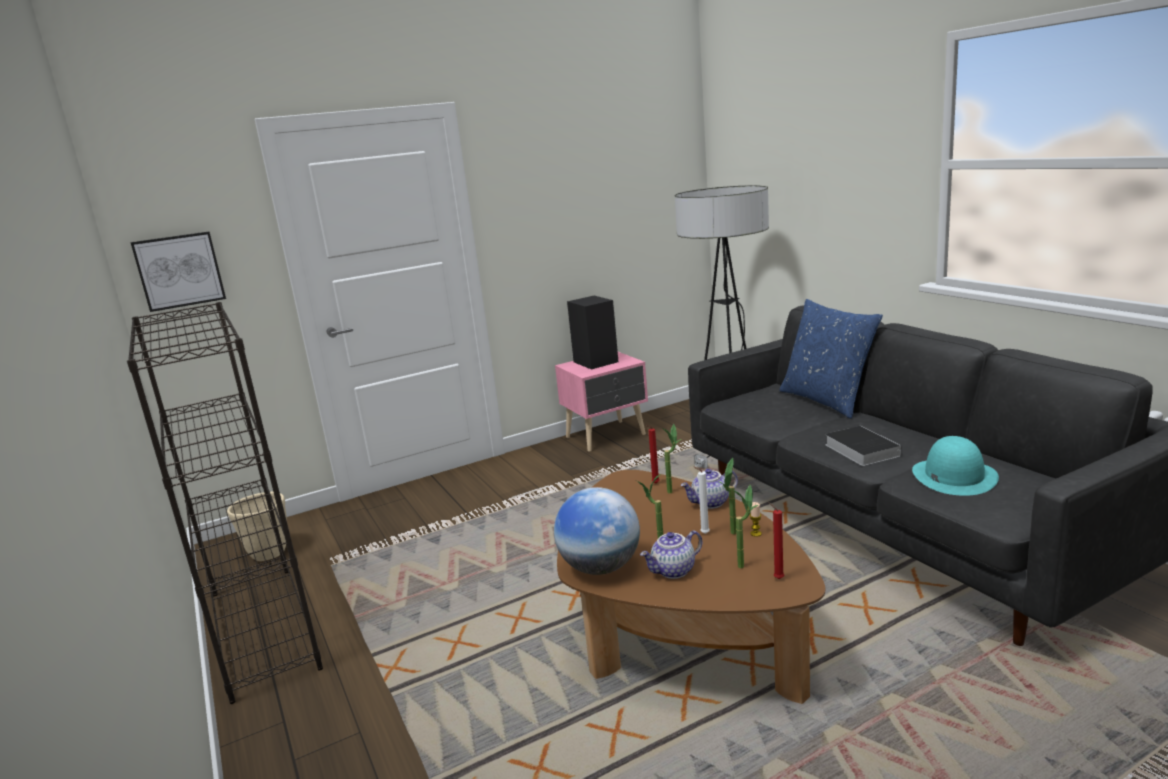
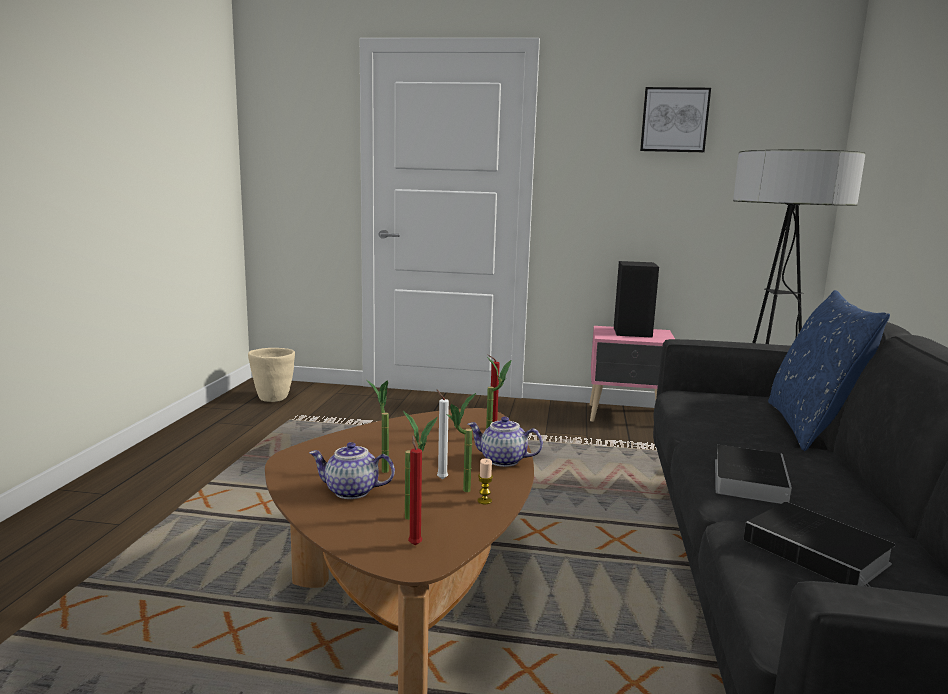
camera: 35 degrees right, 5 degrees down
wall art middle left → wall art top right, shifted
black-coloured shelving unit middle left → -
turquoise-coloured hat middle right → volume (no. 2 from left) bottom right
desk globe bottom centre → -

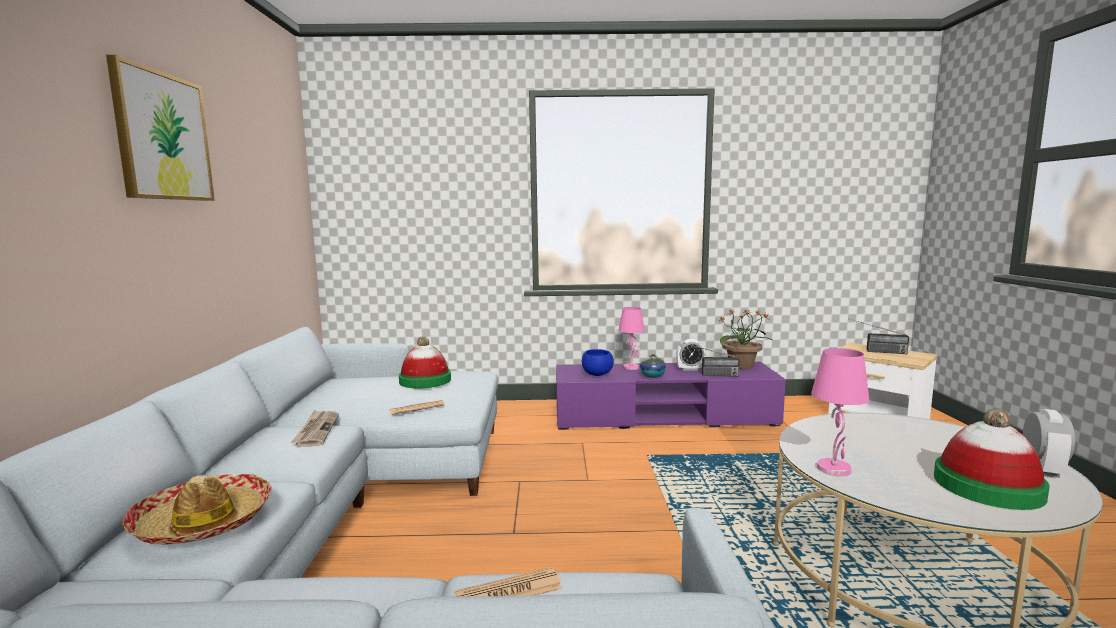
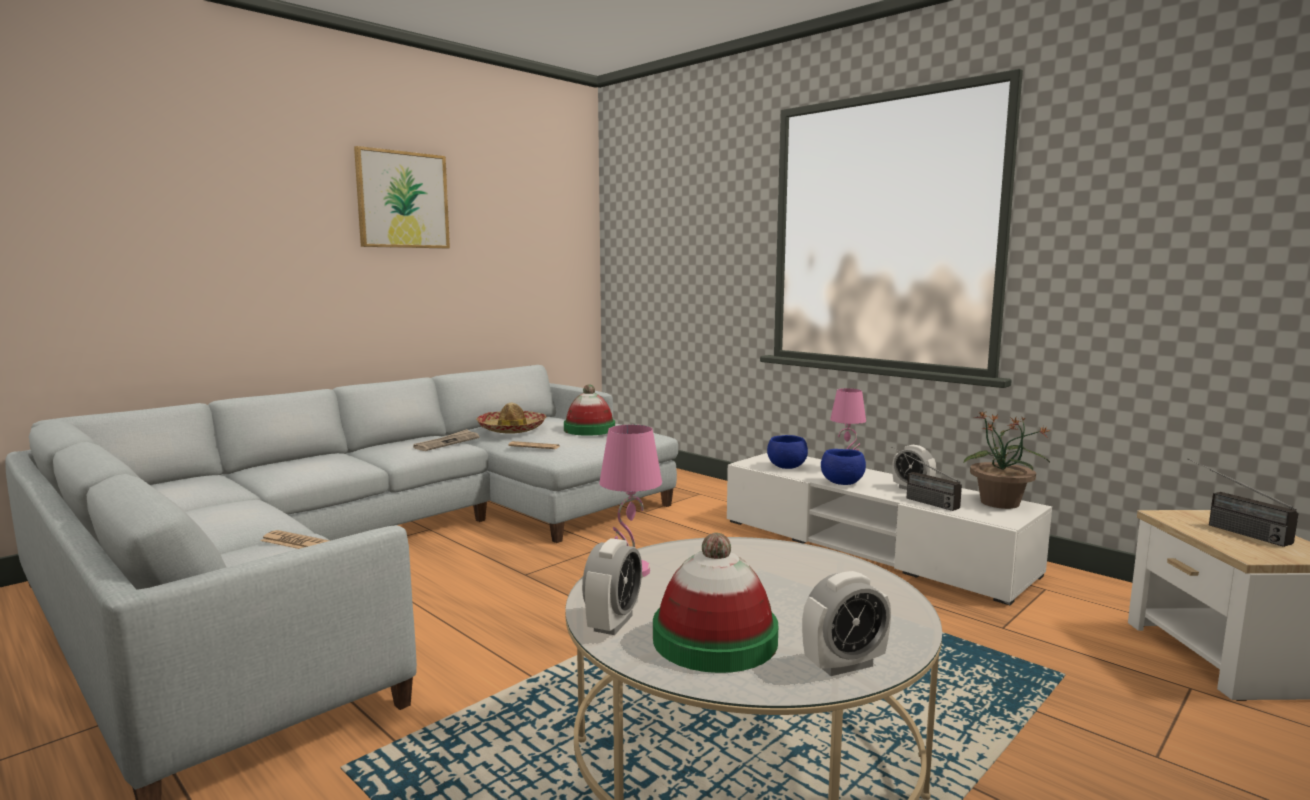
camera: 45 degrees right, 0 degrees up
flower vase centre → blue bowl (no. 2 from left) centre
purple-coloured tv unit centre → white-coloured tv unit middle right
hat (no. 1 from left) bottom left → hat (no. 1 from left) centre, shifted
- → bedside clock (no. 1 from left) bottom centre

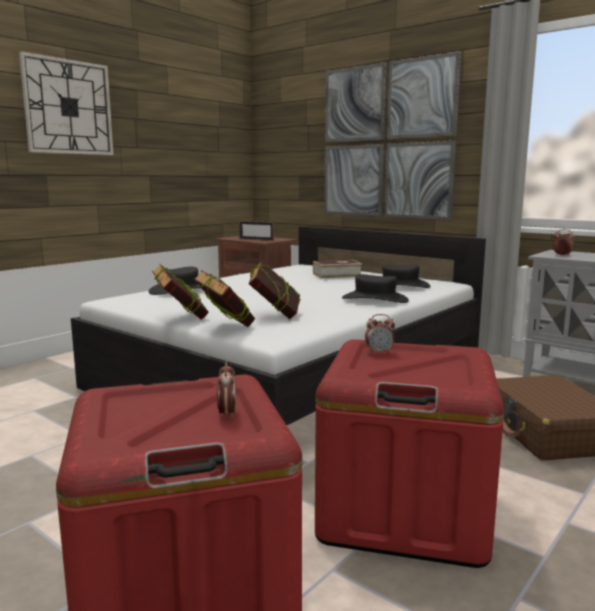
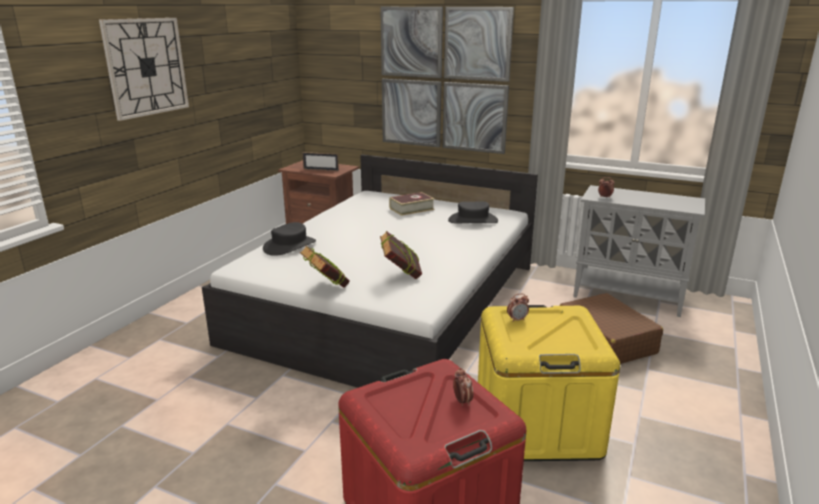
camera: 15 degrees left, 10 degrees up
volume (no. 2 from left) centre → -
black-coloured hat (no. 2 from left) centre → -
red storage bin (no. 2 from left) bottom right → yellow storage bin bottom right

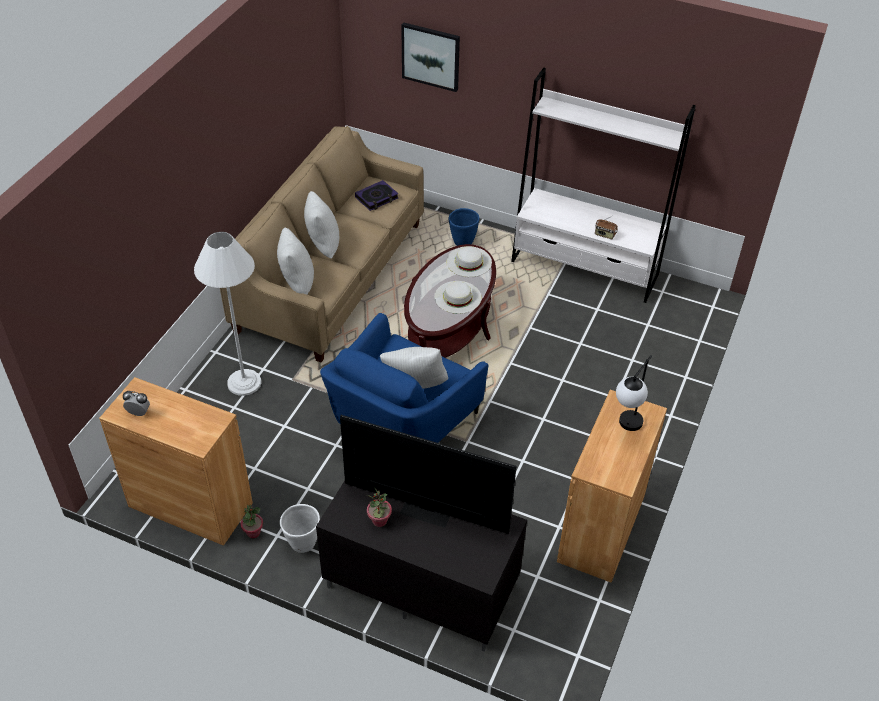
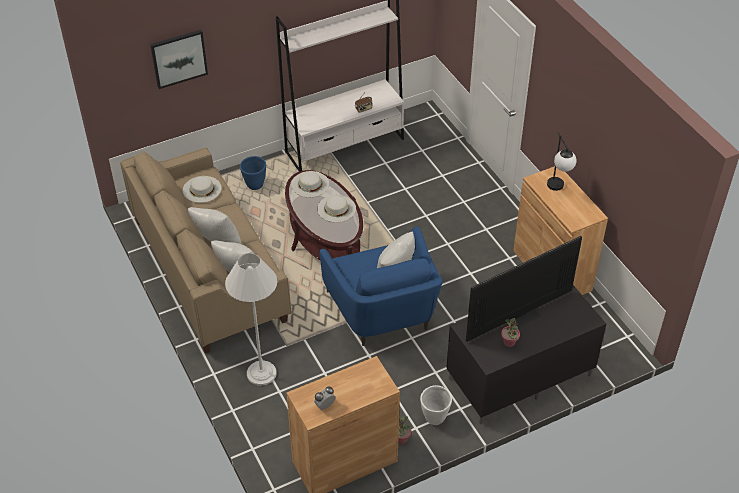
camera: 50 degrees left, 0 degrees up
volume top centre → white-coloured hat (no. 1 from left) middle left

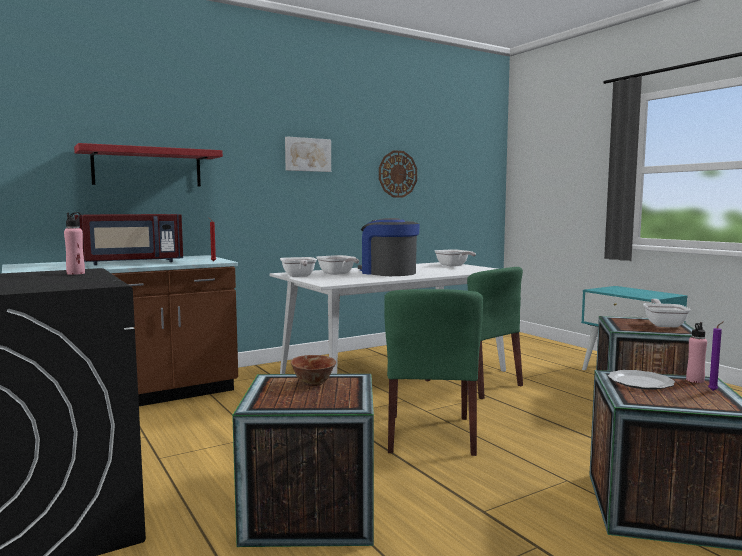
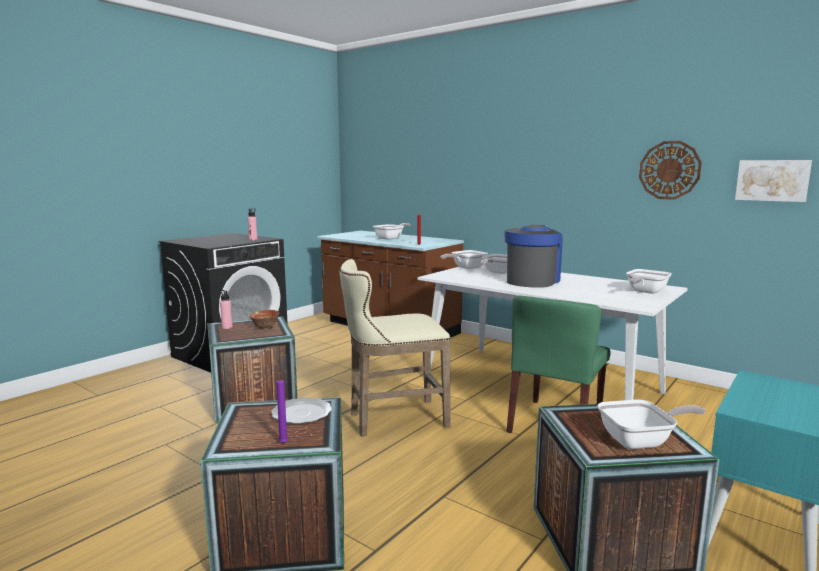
camera: 70 degrees right, 5 degrees up
wall art top centre → wall art top right, shifted
red shelf top left → -
red microwave middle left → frying pan (no. 1 from left) centre
greenish upright chair (no. 1 from left) bottom centre → sand-coloured stool centre
pink-coloured drink bottle (no. 2 from left in the first image) middle right → pink-coloured drink bottle (no. 1 from left) middle left, shifted

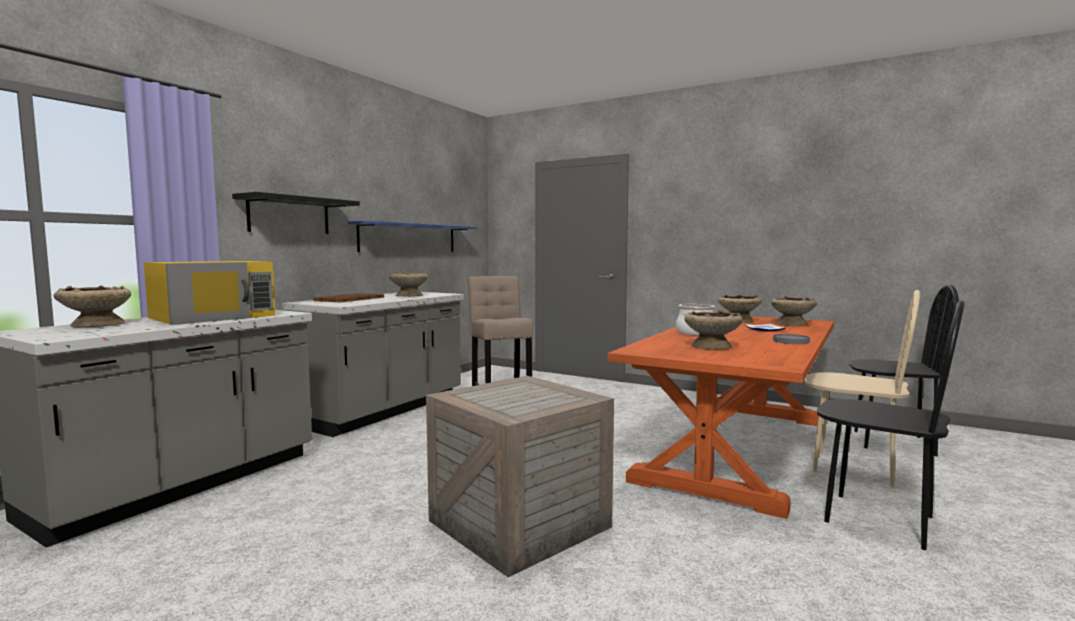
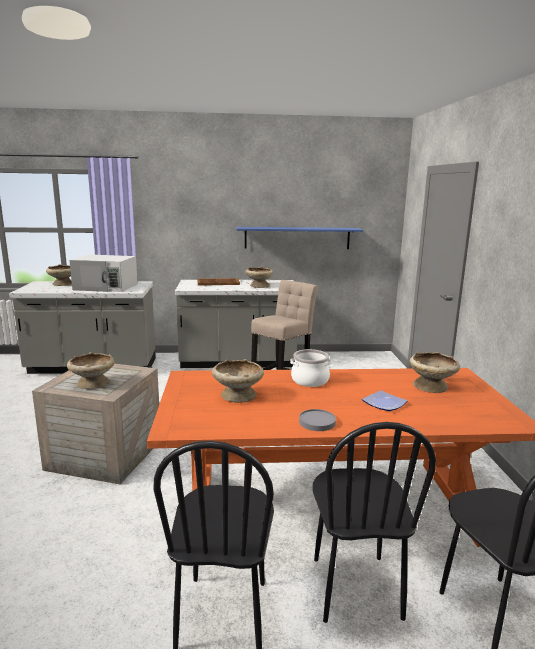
camera: 55 degrees right, 10 degrees up
black-coloured shelf middle left → -
yellow microwave middle left → white-coloured microwave middle left
sand-coloured upright chair middle right → black-coloured upright chair (no. 2 from left) bottom right
sand-coloured bowl (no. 5 from left in the first image) middle right → sand-coloured bowl (no. 2 from left) middle left, shifted

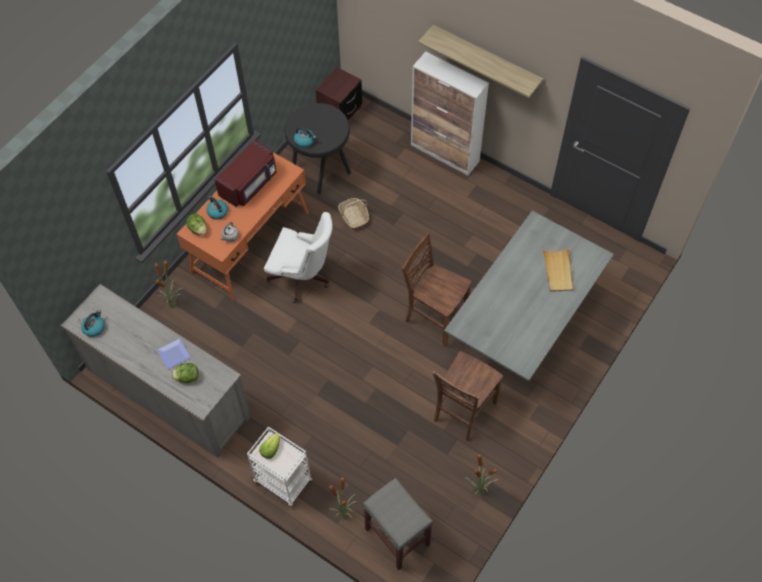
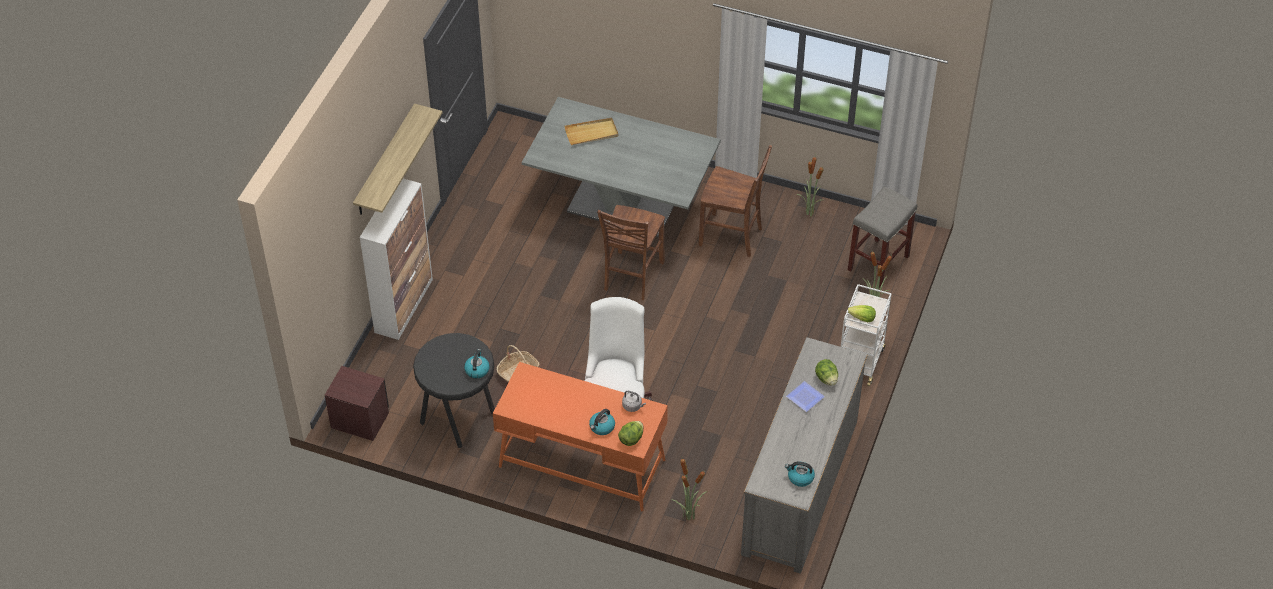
camera: 105 degrees left, 10 degrees down
red microwave top left → -

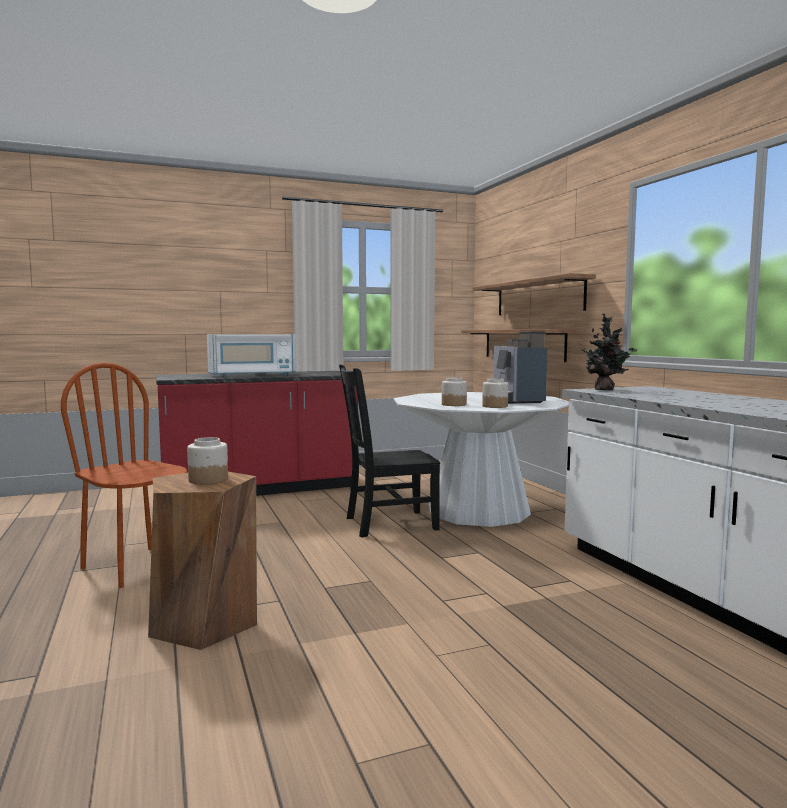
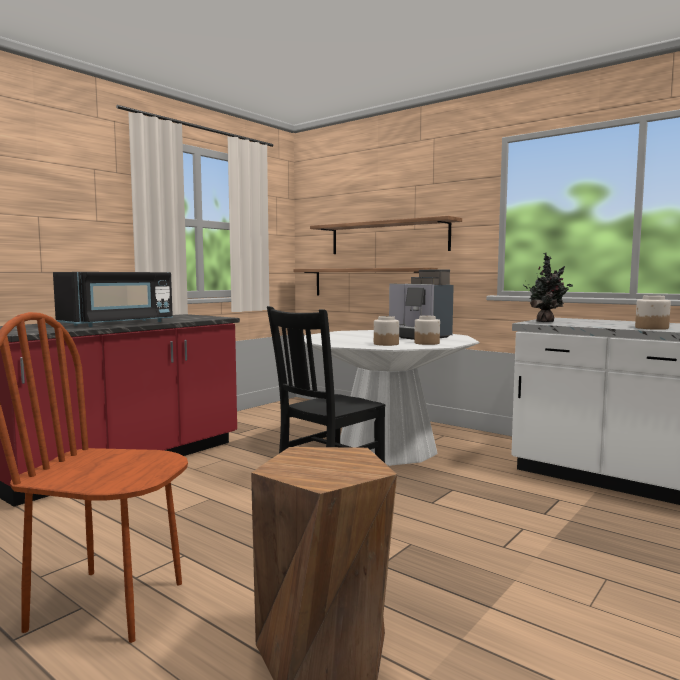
camera: 30 degrees left, 0 degrees up
white-coloured microwave middle left → black-coloured microwave middle left
storage jar (no. 1 from left in the first image) middle left → storage jar (no. 3 from left) middle right, shifted

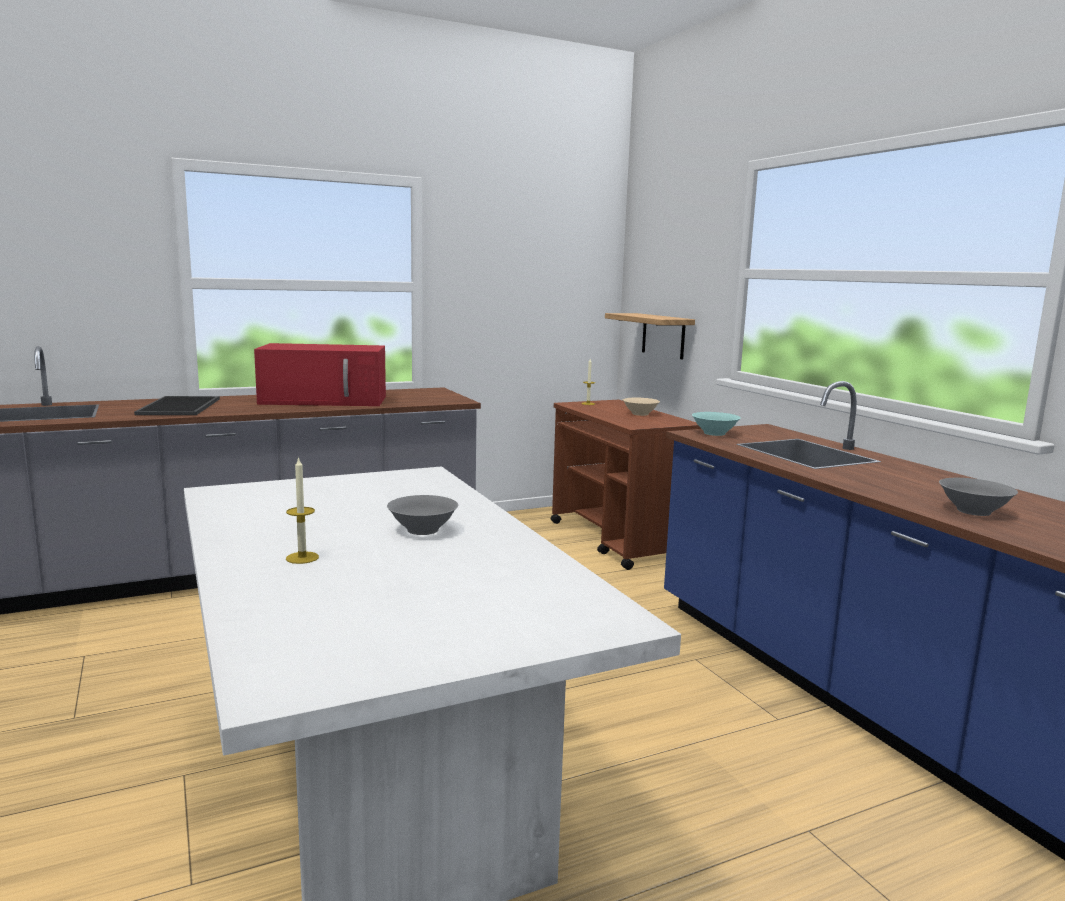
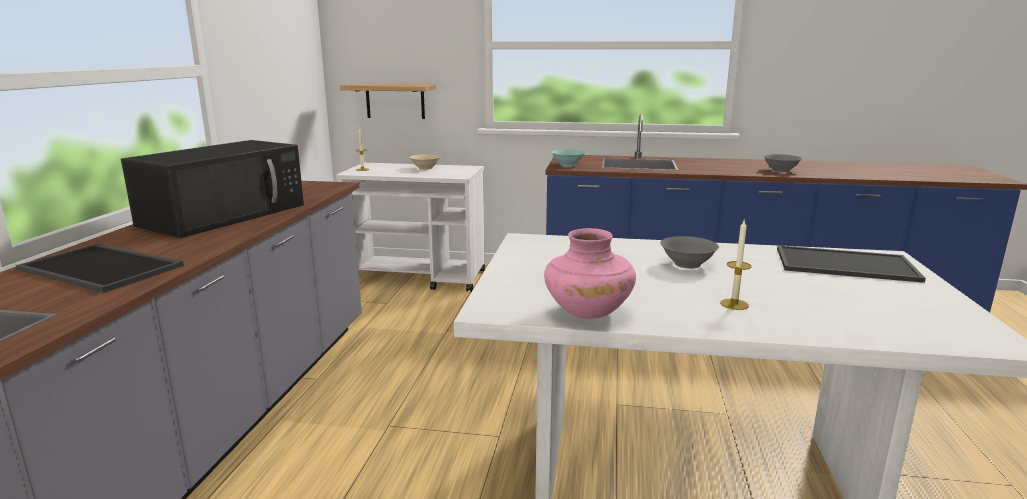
camera: 55 degrees left, 5 degrees up
red microwave middle left → black-coloured microwave middle left
brown-coloured trolley centre → white-coloured trolley centre
- → pink-coloured flower vase centre
- → serving tray (no. 2 from left) middle right

